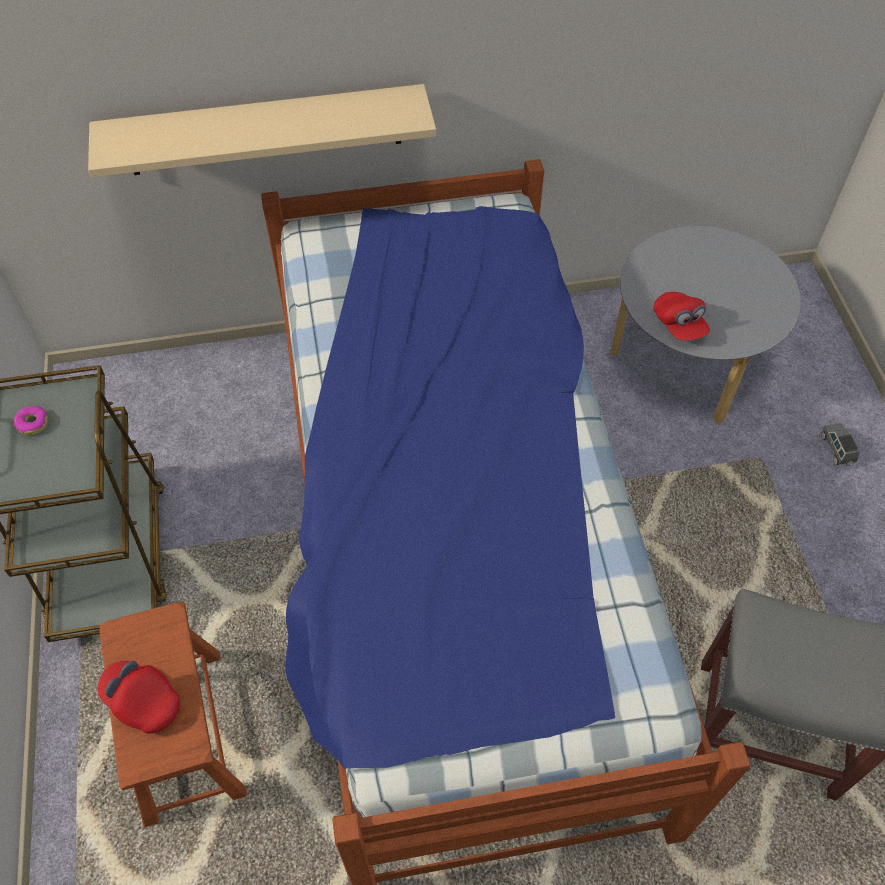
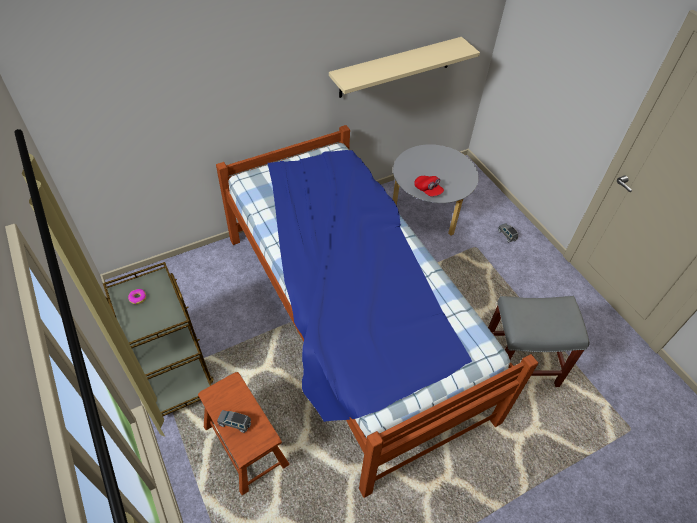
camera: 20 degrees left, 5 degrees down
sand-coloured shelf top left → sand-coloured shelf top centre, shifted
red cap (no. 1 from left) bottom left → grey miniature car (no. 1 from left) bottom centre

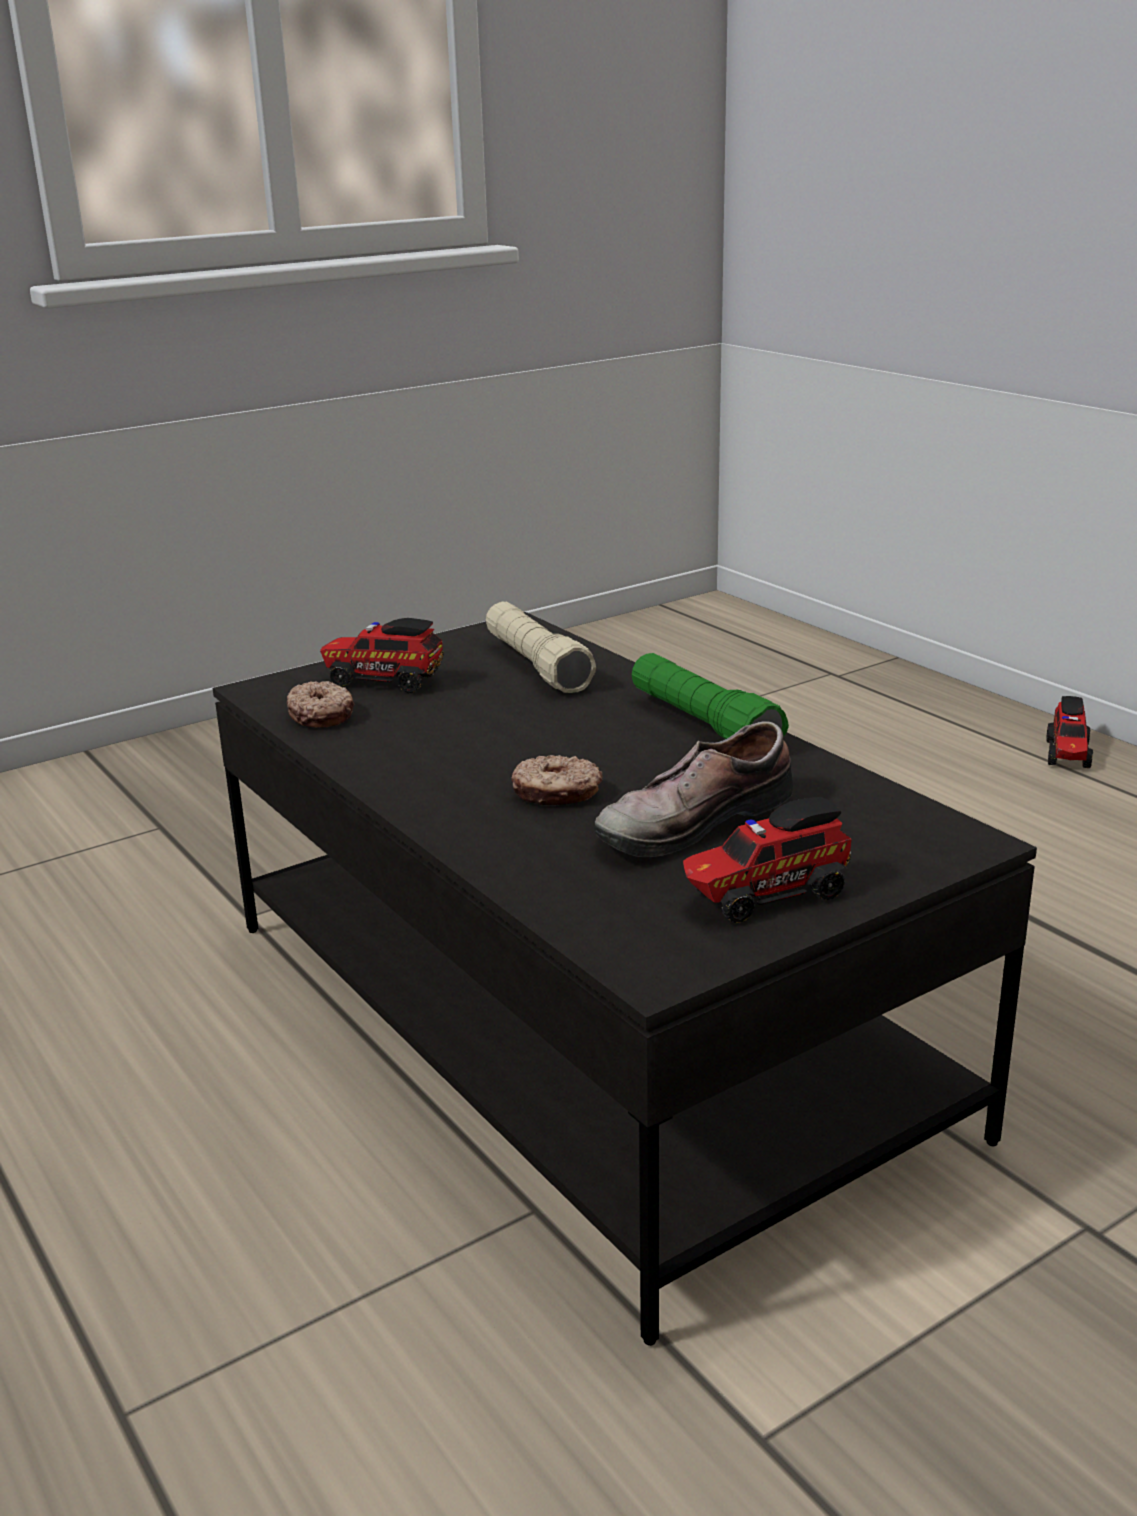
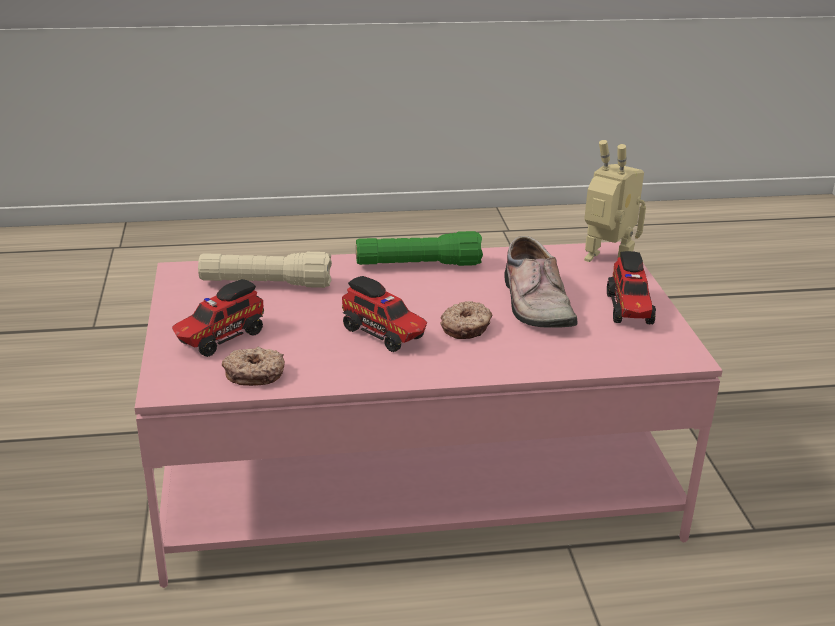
camera: 65 degrees left, 5 degrees up
black-coloured lounge table centre → pink-coloured lounge table centre
toy truck (no. 3 from left in the first image) middle right → toy truck (no. 2 from left) centre, shifted
- → robot figure top right

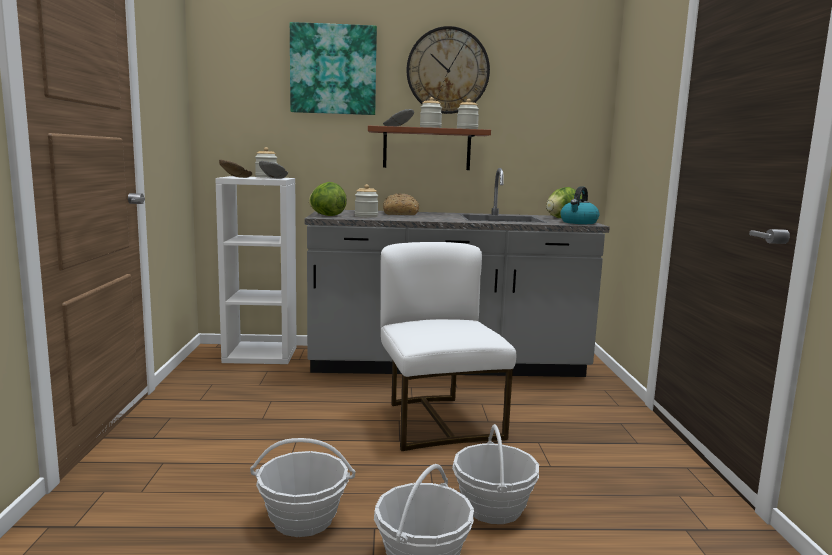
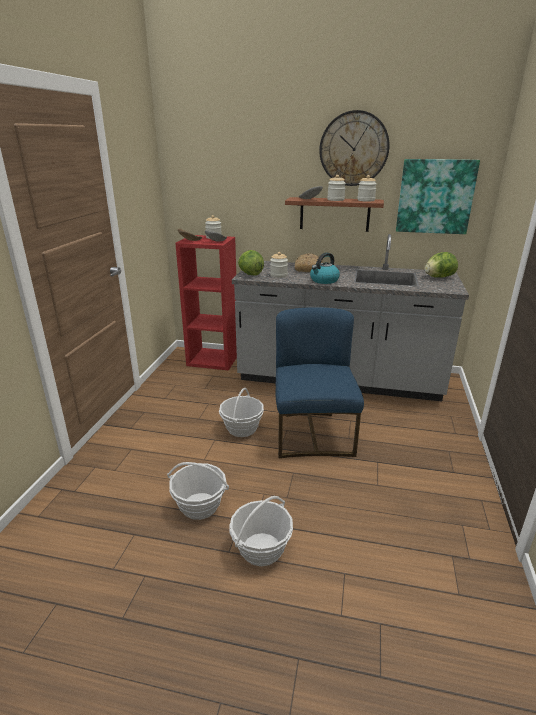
camera: 15 degrees right, 15 degrees up
wall art top centre → wall art top right, shifted
white-coloured shelving unit middle left → red shelving unit centre
tea kettle middle right → tea kettle centre, shifted
white-coloured upright chair centre → blue upright chair centre
basket (no. 3 from left in the first image) bottom centre → basket (no. 2 from left) centre, shifted

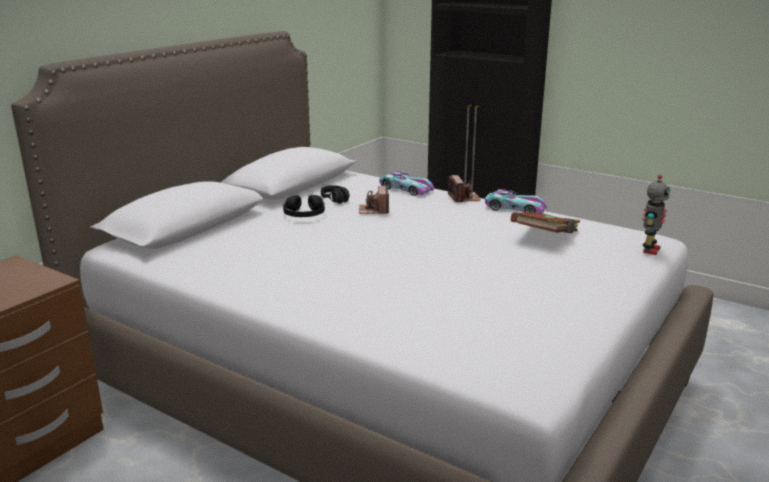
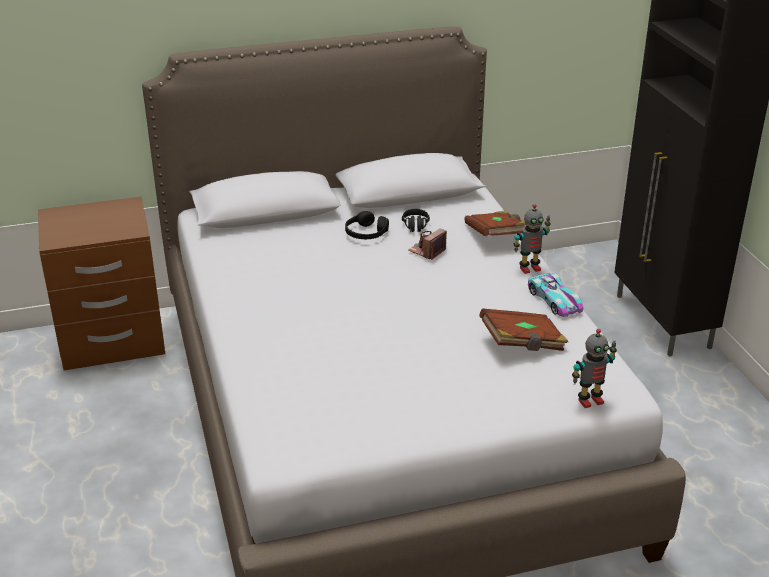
camera: 40 degrees right, 10 degrees up
miniature car (no. 1 from left) centre → brown-coloured volume (no. 1 from left) centre
still camera (no. 2 from left) centre → robot figure (no. 1 from left) middle right

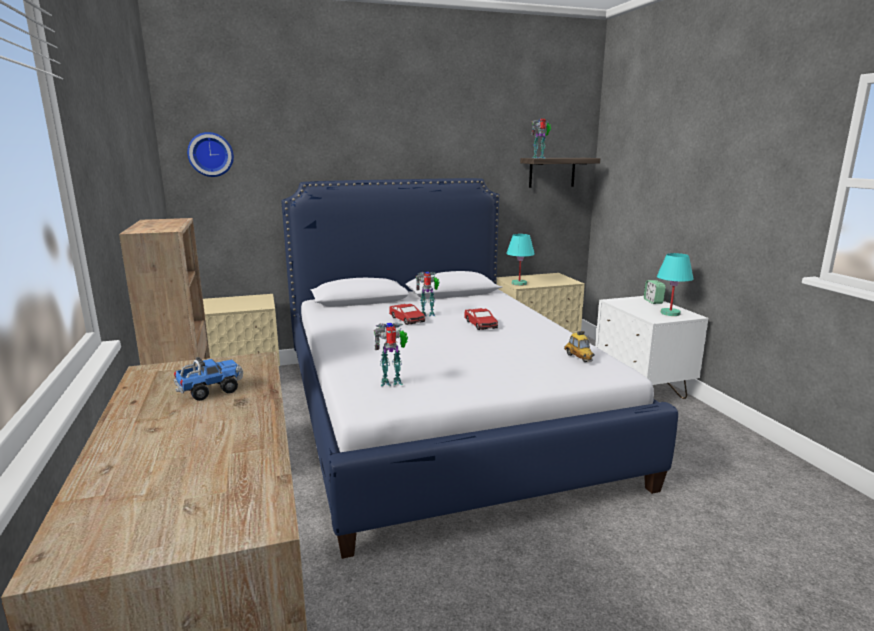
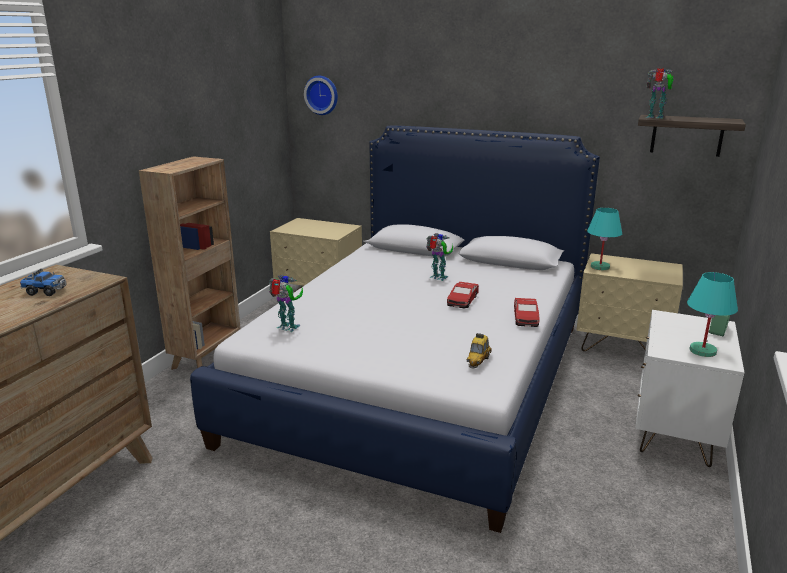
camera: 40 degrees right, 5 degrees up
miniature car (no. 1 from left in the first image) centre → miniature car (no. 3 from left) middle right, shifted

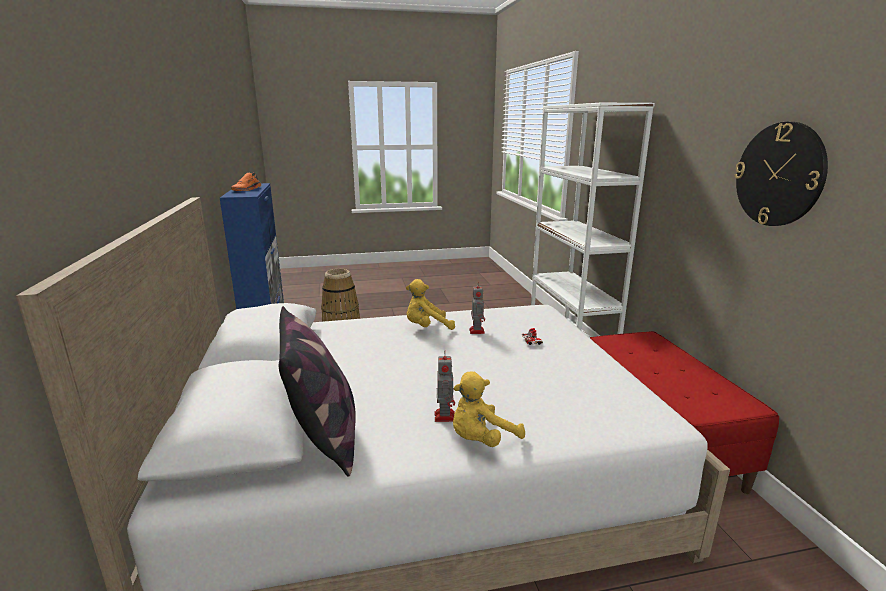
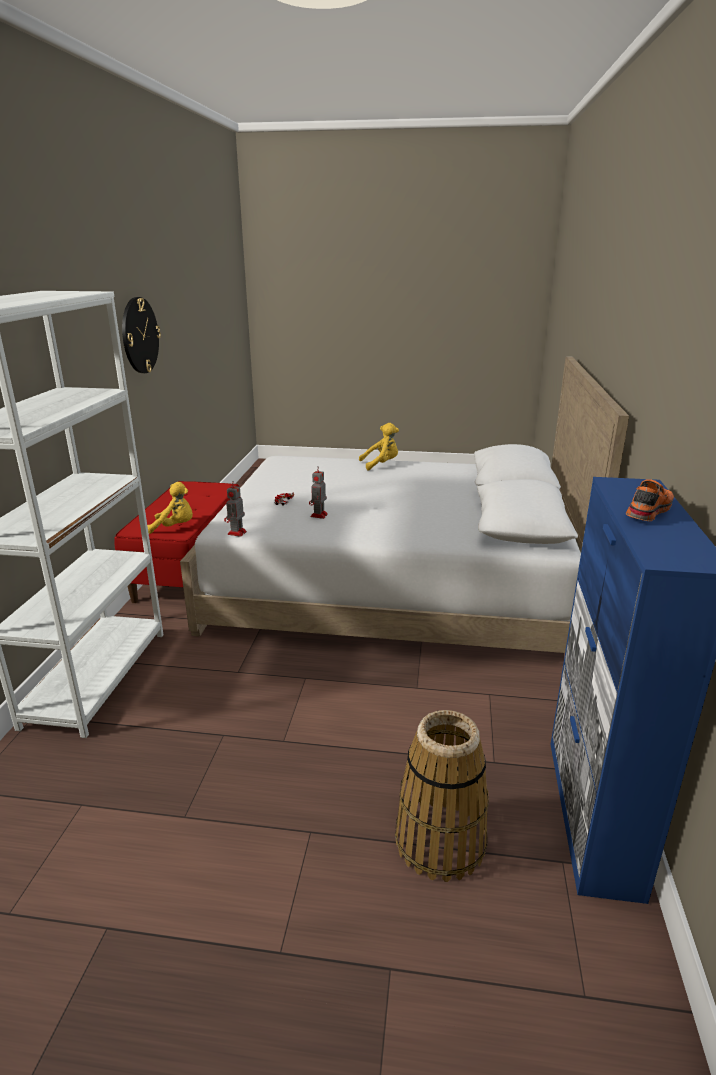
camera: 160 degrees left, 5 degrees up
yellow cuddly toy (no. 1 from left) centre → yellow cuddly toy (no. 1 from left) middle left, shifted
pillow centre → -
robot figure (no. 1 from left) centre → robot figure (no. 1 from left) middle left, shifted

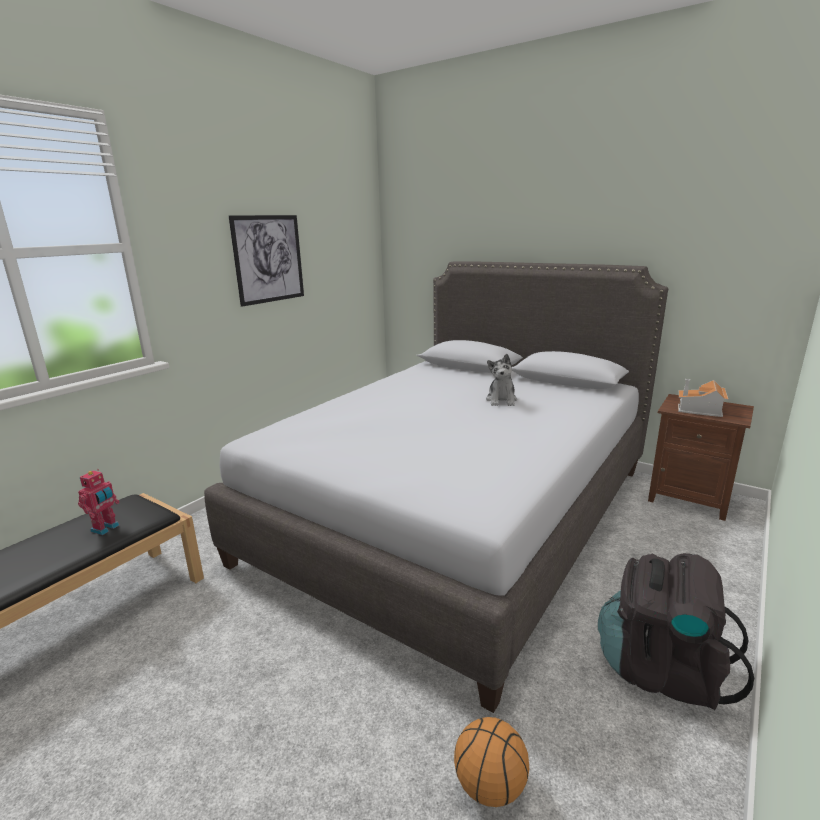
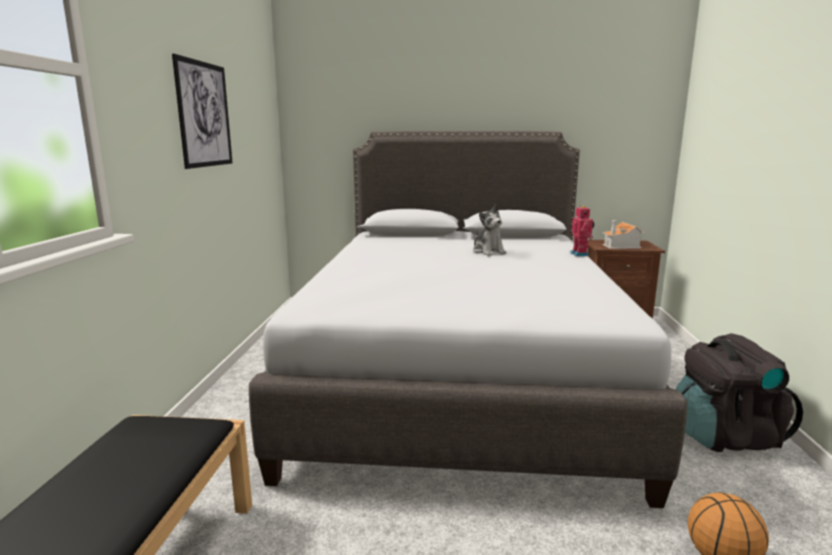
camera: 30 degrees left, 5 degrees down
robot figure middle left → robot figure middle right, shifted

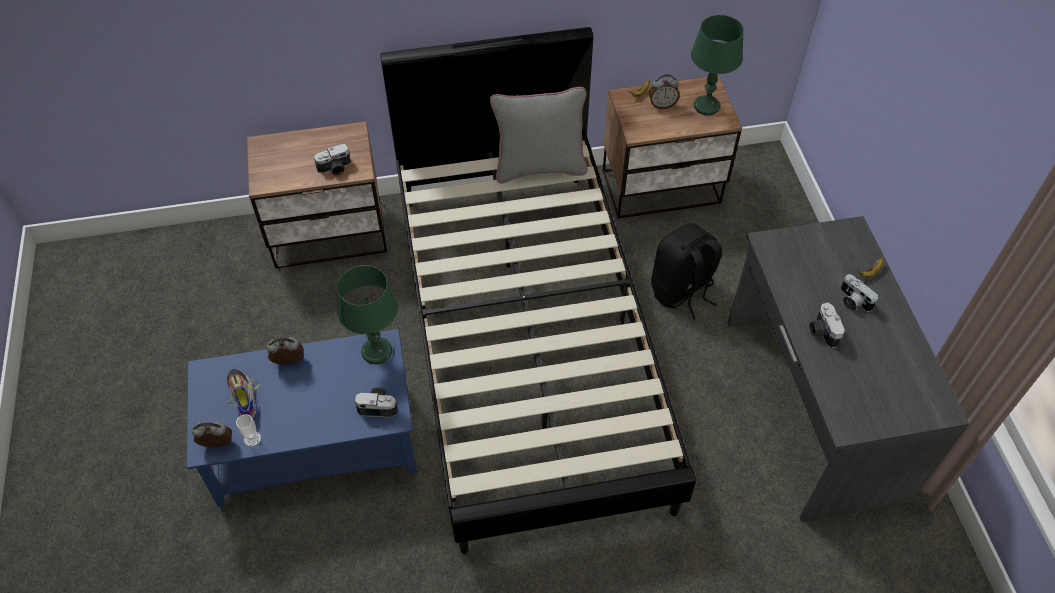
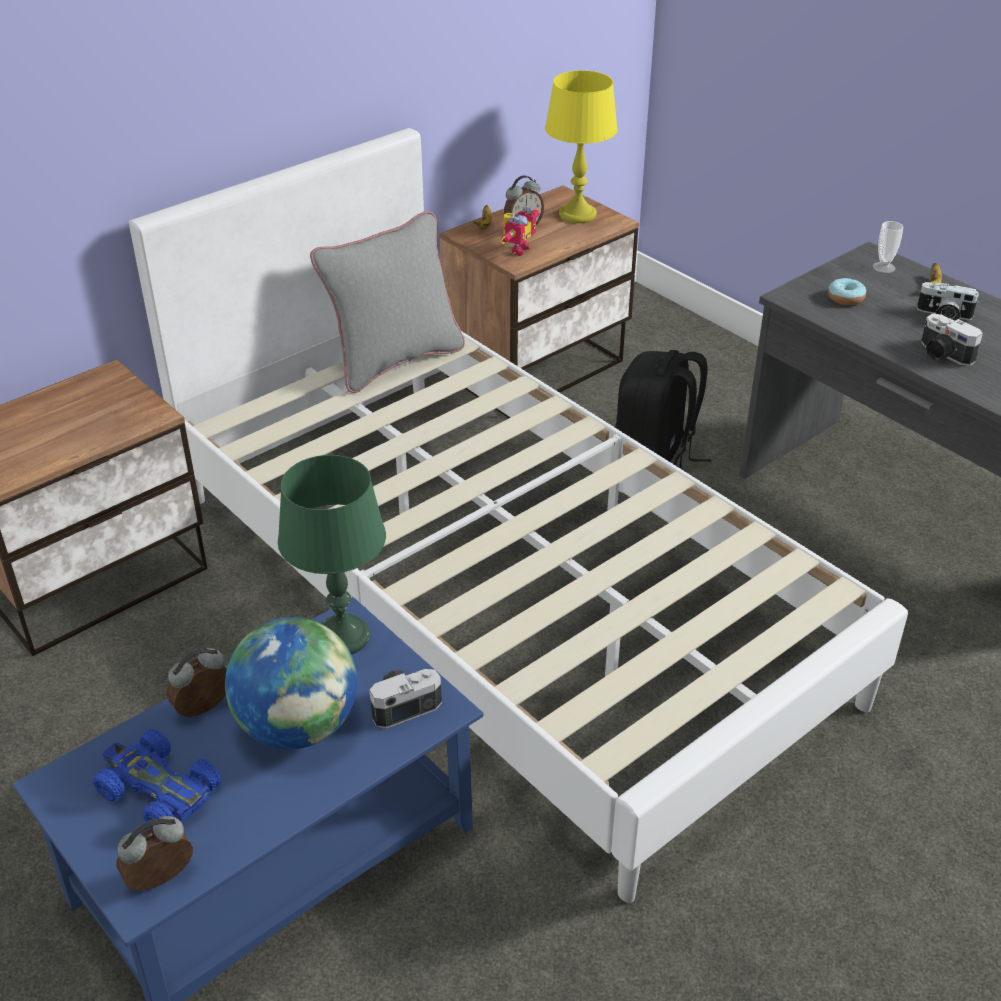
camera: 30 degrees left, 15 degrees down
greenish table lamp (no. 2 from left) top right → yellow table lamp top centre
black-coloured bedroom bed centre → white-coloured bedroom bed centre
still camera (no. 1 from left) top left → -
shoe middle left → blue miniature car bottom left
cup bottom left → cup top right, shifted
- → robot figure top centre
- → donut top right
- → desk globe bottom left

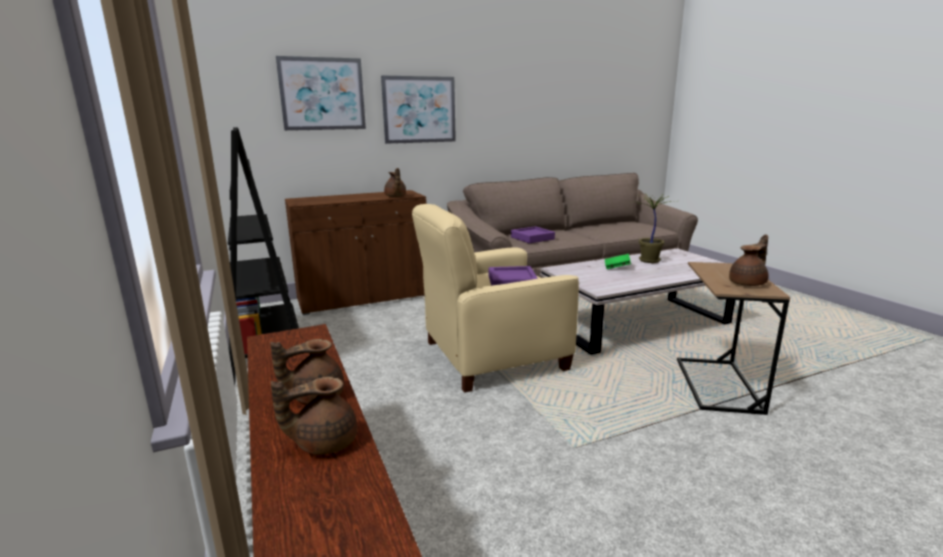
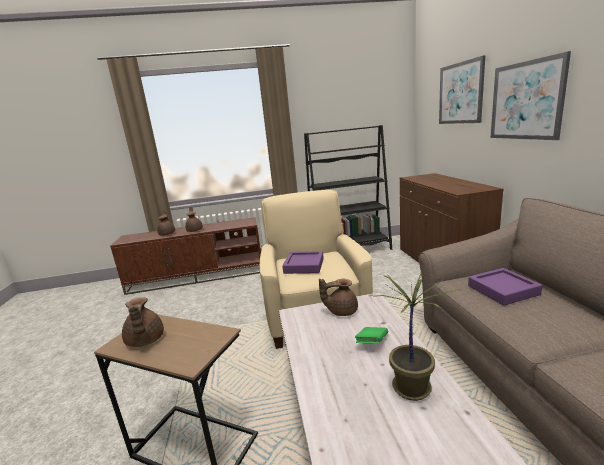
camera: 105 degrees right, 0 degrees up
brown-coloured tea pot (no. 3 from left in the first image) top centre → brown-coloured tea pot (no. 4 from left) centre, shifted

